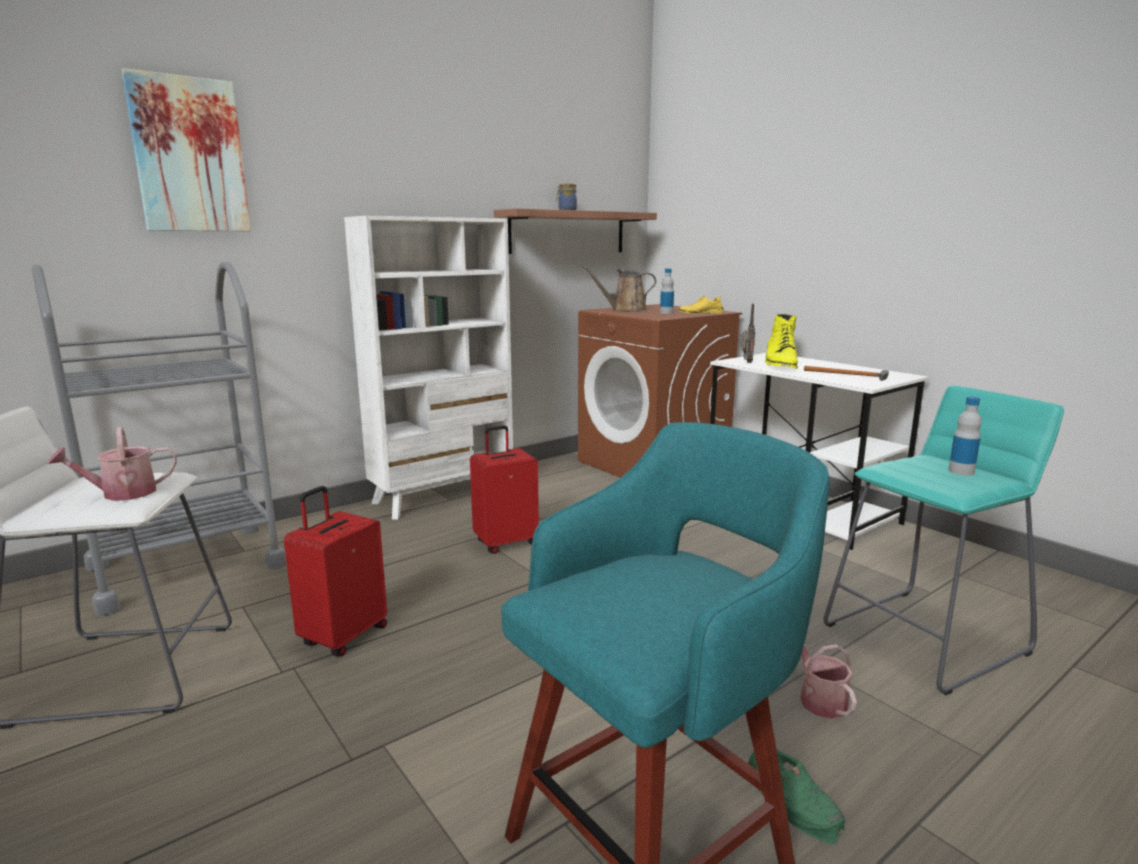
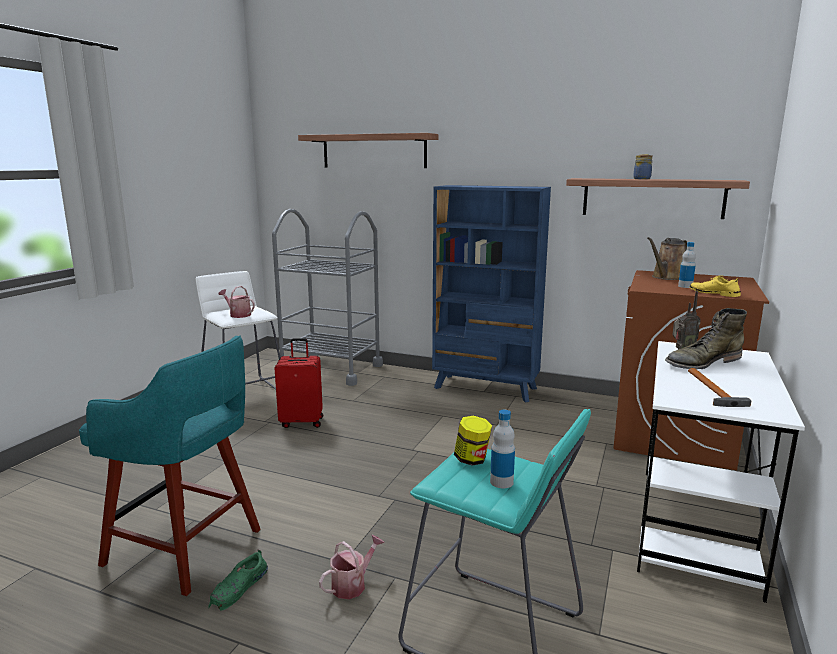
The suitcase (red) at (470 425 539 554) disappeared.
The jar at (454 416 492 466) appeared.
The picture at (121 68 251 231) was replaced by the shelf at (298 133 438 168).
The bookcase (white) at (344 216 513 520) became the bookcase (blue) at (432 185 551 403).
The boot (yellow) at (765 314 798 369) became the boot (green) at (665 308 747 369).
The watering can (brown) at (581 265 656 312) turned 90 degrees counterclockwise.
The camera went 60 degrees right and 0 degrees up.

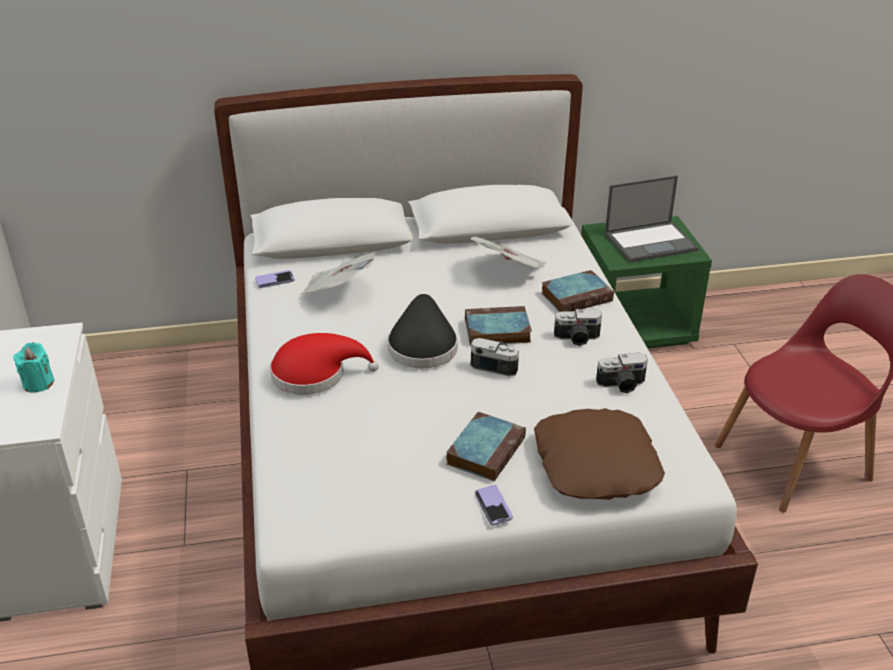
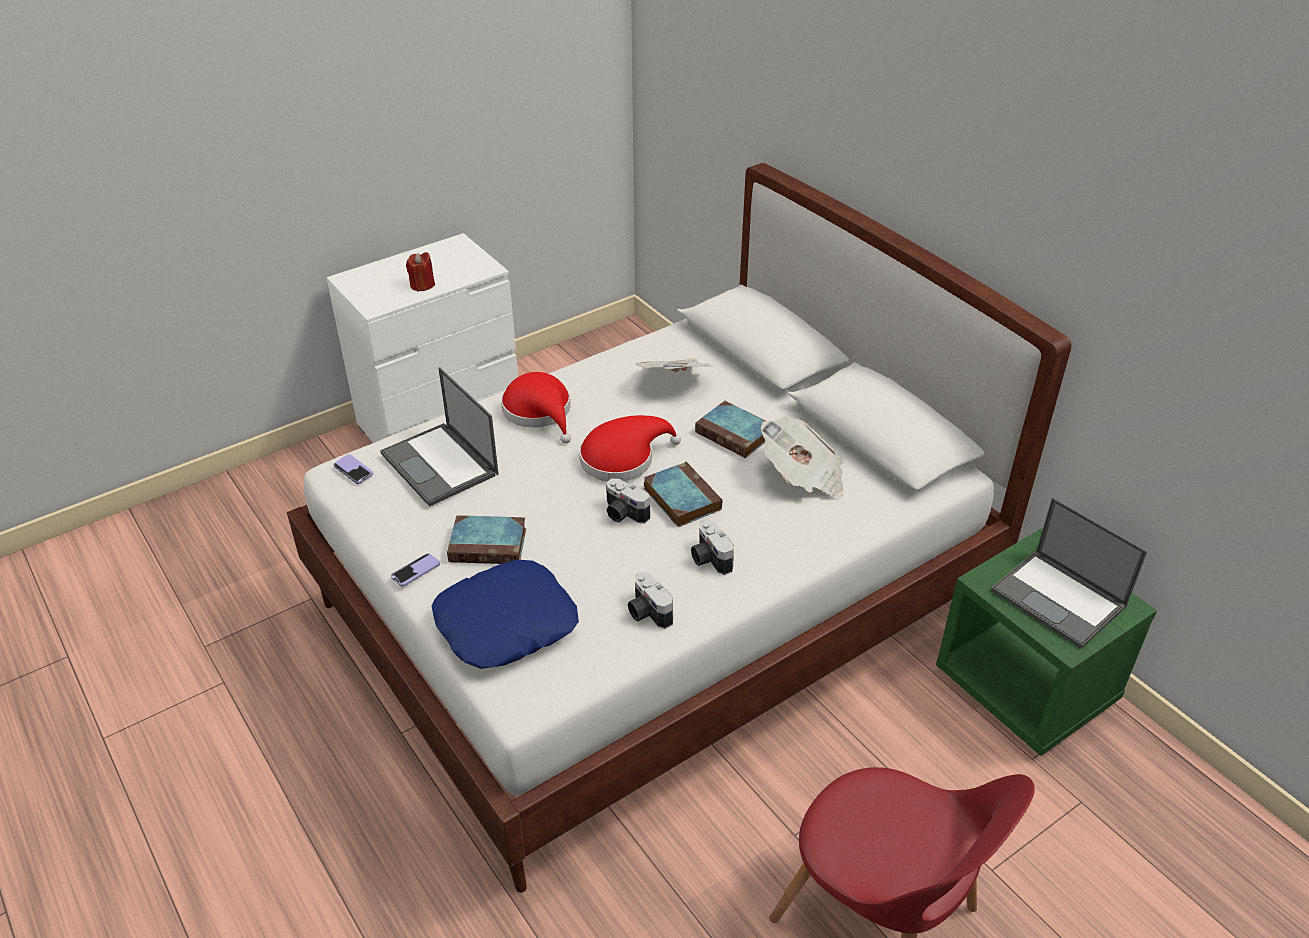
The laptop at (380 367 499 507) appeared.
The phone moved from (255 270 295 288) to (333 454 373 484).
The book moved from (541 270 614 312) to (695 401 765 458).
The candle (turquoise) at (13 342 54 393) became the candle (red) at (406 252 435 292).
The hat (black) at (388 294 458 368) became the hat (red) at (579 415 681 481).
The pillow (brown) at (534 408 665 500) became the pillow (blue) at (432 560 579 669).
The photo camera at (471 338 519 376) turned 135 degrees clockwise.
The camera went 65 degrees right and 5 degrees up.

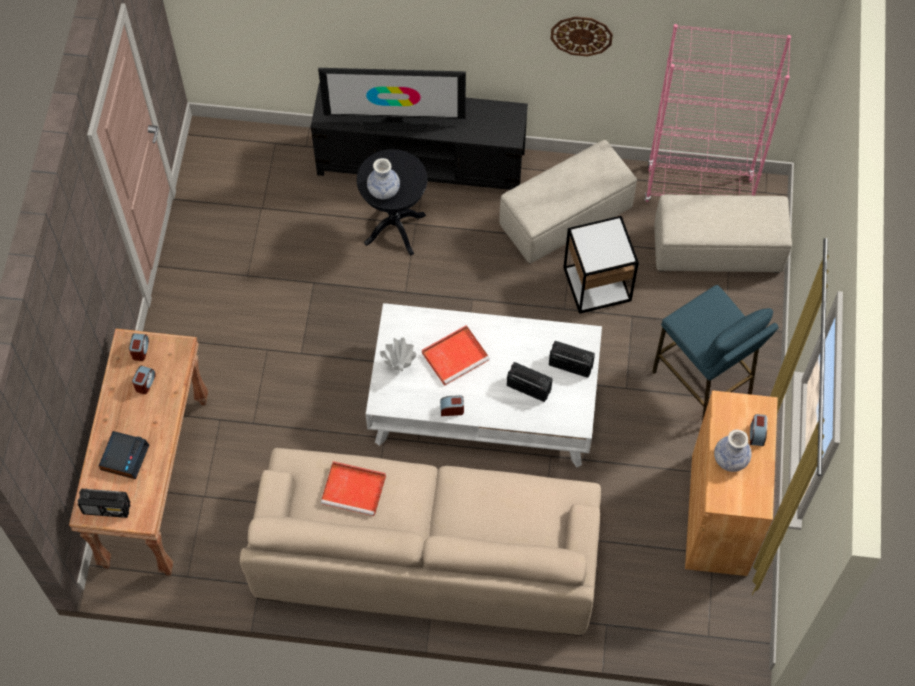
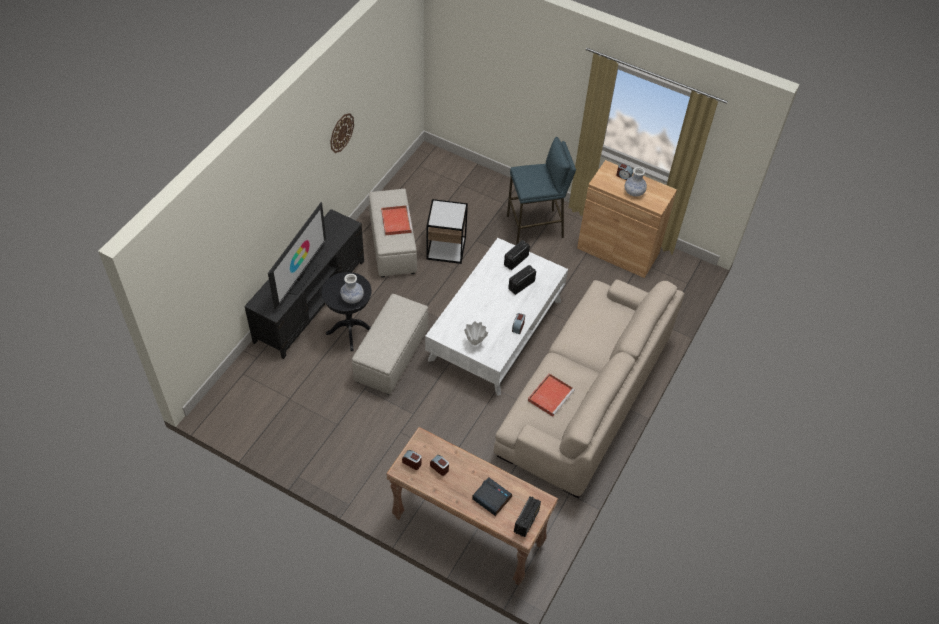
The bookcase (pink) at (644 24 791 202) disappeared.
The tray (red) moved from (422 325 490 386) to (381 205 413 235).
The ottoman (beige) moved from (654 195 792 273) to (352 294 428 395).
The camera went 70 degrees left and 10 degrees down.

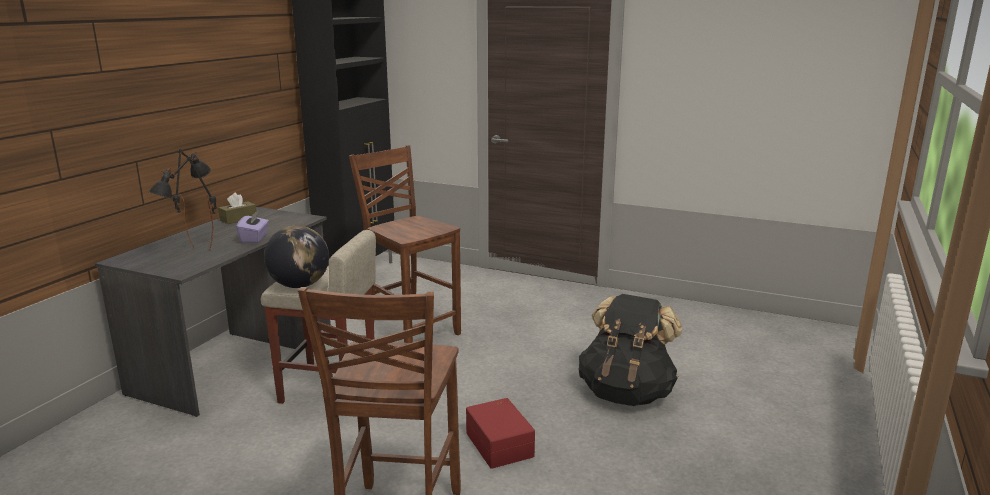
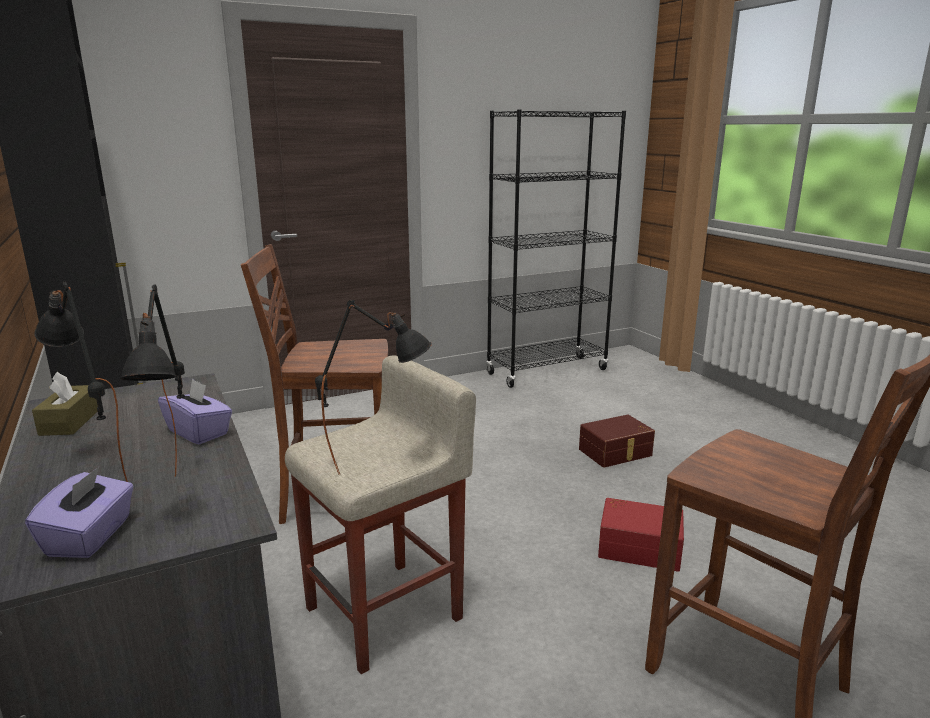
The tissue box (purple) at (25 467 134 558) appeared.
The bookcase (black) at (486 109 626 388) appeared.
The globe at (264 225 329 288) was replaced by the table lamp (black) at (315 300 432 474).
The backpack (black) at (578 294 682 406) was replaced by the storage box (brown) at (579 415 655 468).
The camera went 50 degrees left and 0 degrees up.

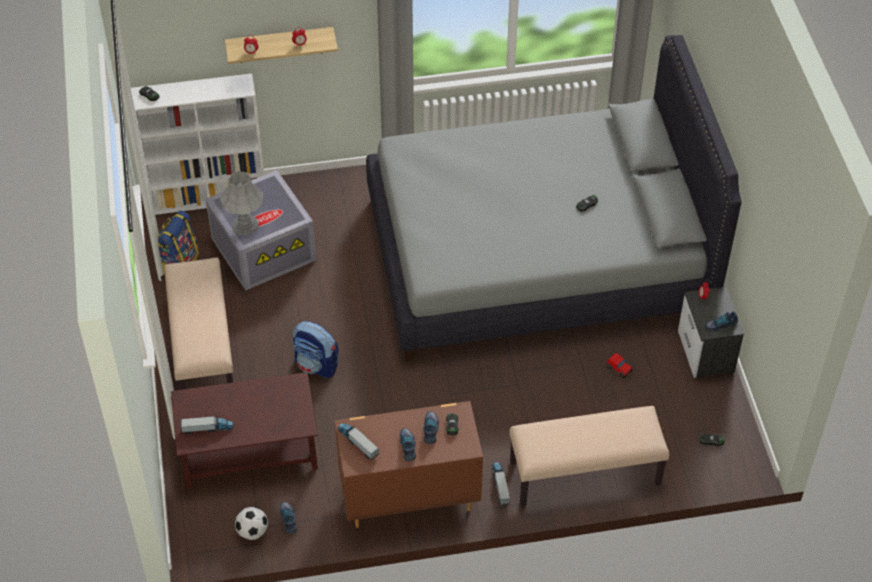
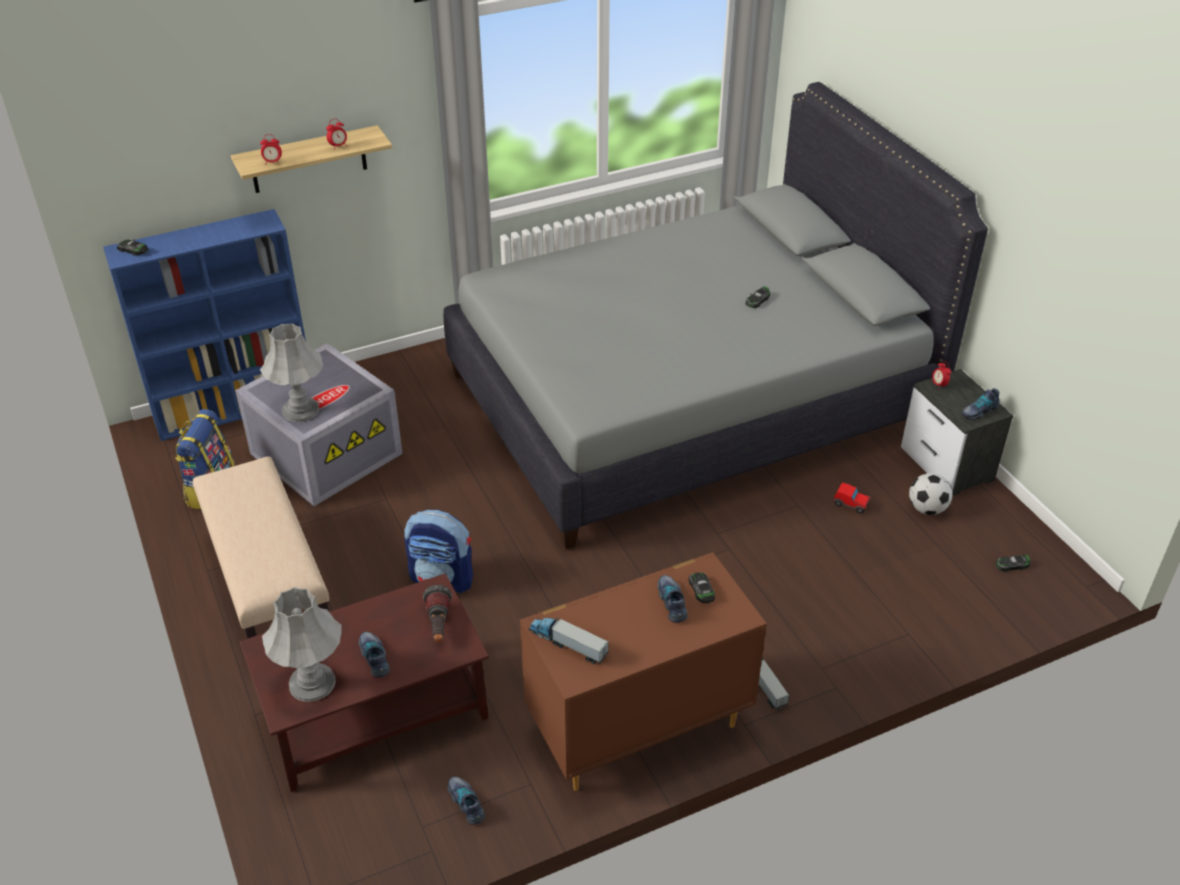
The bench (beige) at (509 406 669 506) disappeared.
The flashlight at (423 585 452 642) appeared.
The football moved from (235 507 268 540) to (909 473 953 515).
The shoe moved from (400 428 416 461) to (359 632 390 678).
The toy truck at (181 416 234 434) was replaced by the table lamp (grey) at (262 587 342 702).
The bookcase (white) at (131 73 264 215) became the bookcase (blue) at (103 209 306 441).
The camera went 15 degrees left and 10 degrees down.

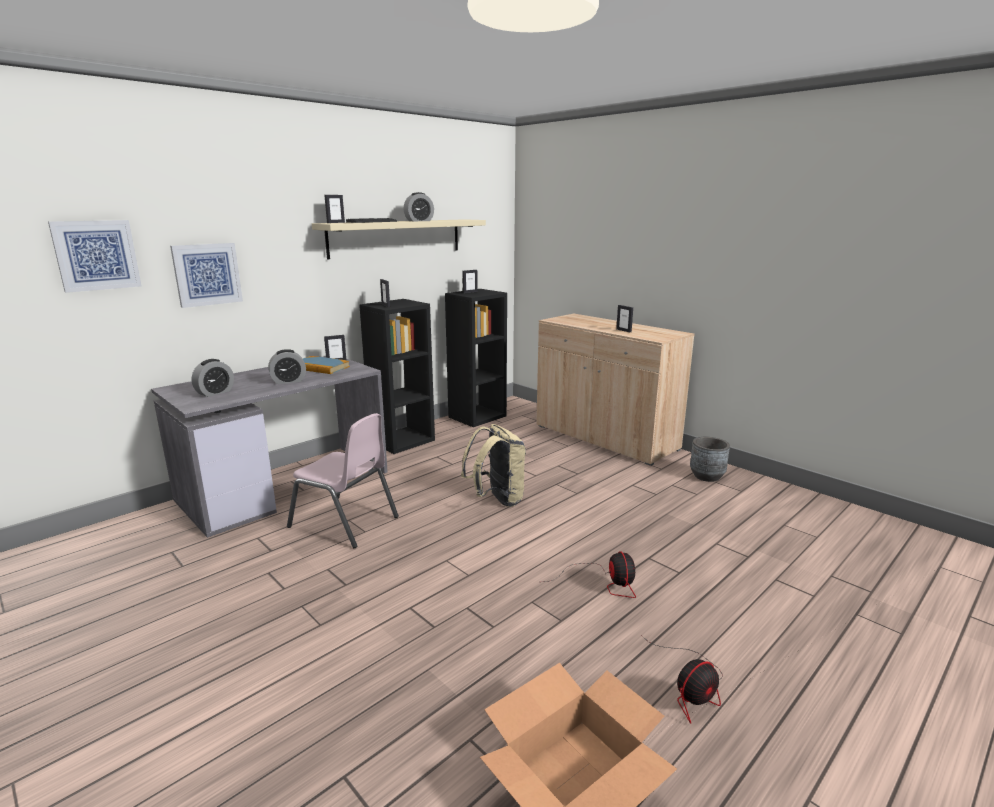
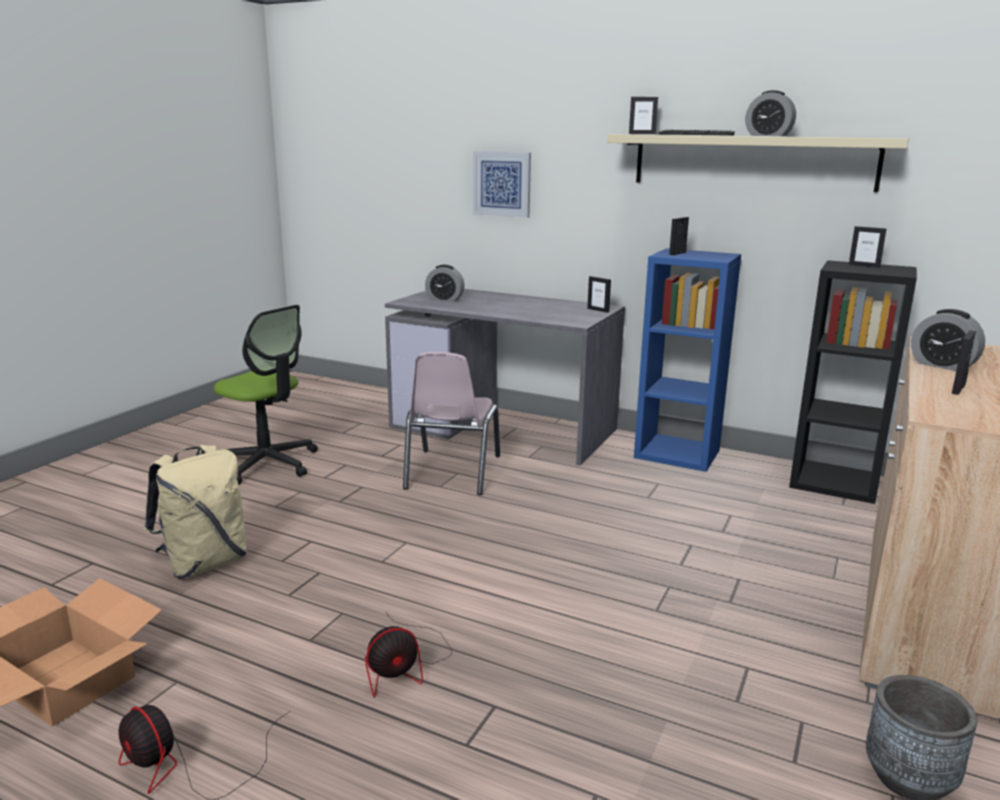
The picture at (48 220 141 293) disappeared.
The book at (303 356 350 374) disappeared.
The office chair at (214 305 318 485) appeared.
The alarm clock moved from (268 349 306 384) to (911 309 985 371).
The backpack (beige) moved from (461 424 526 507) to (144 445 247 579).
The bookcase (black) at (359 299 435 454) became the bookcase (blue) at (634 248 741 472).
The camera went 70 degrees right and 0 degrees up.

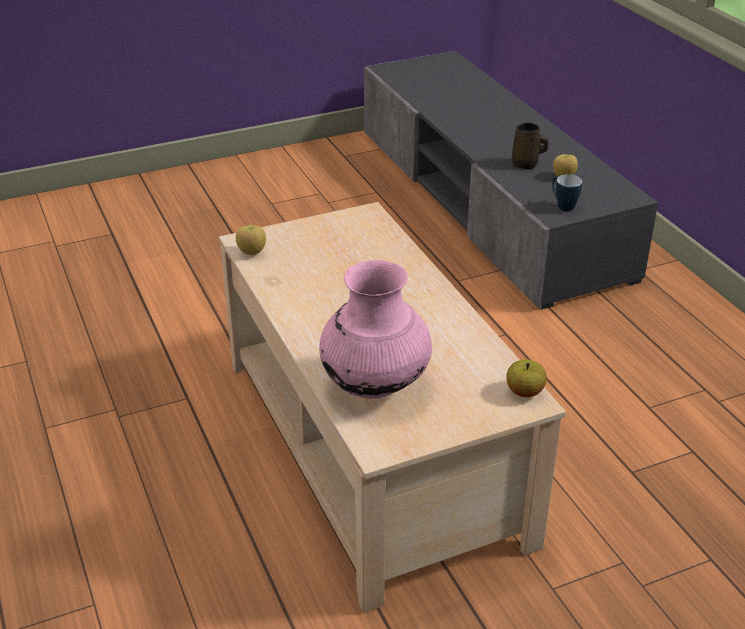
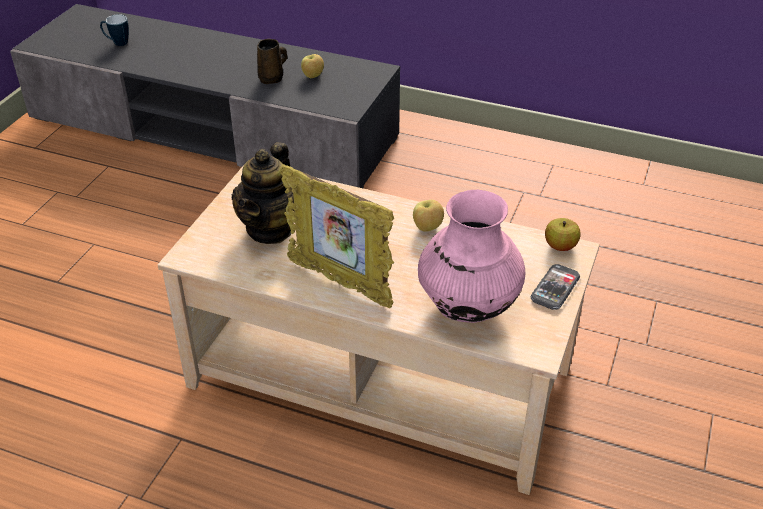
The teapot at (232 142 295 244) appeared.
The picture frame at (280 164 394 308) appeared.
The phone at (530 264 580 310) appeared.
The apple moved from (236 225 266 255) to (413 200 444 232).
The mug moved from (552 174 582 211) to (100 14 129 46).
The camera went 45 degrees left and 5 degrees up.

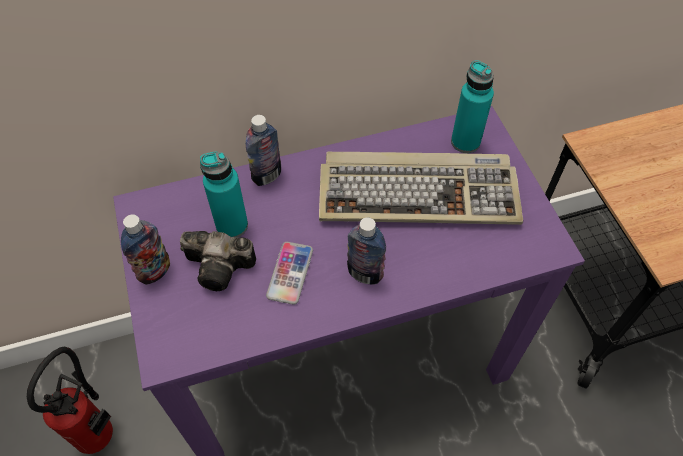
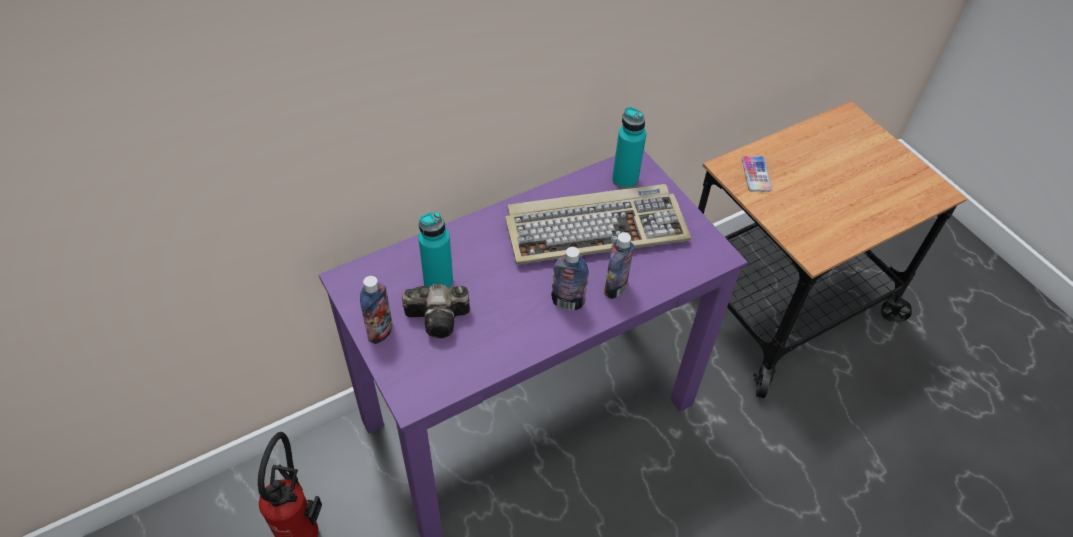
The bottle moved from (246 115 281 186) to (604 232 634 299).
The phone moved from (266 242 313 305) to (742 156 772 192).
The camera went 15 degrees left and 5 degrees down.

